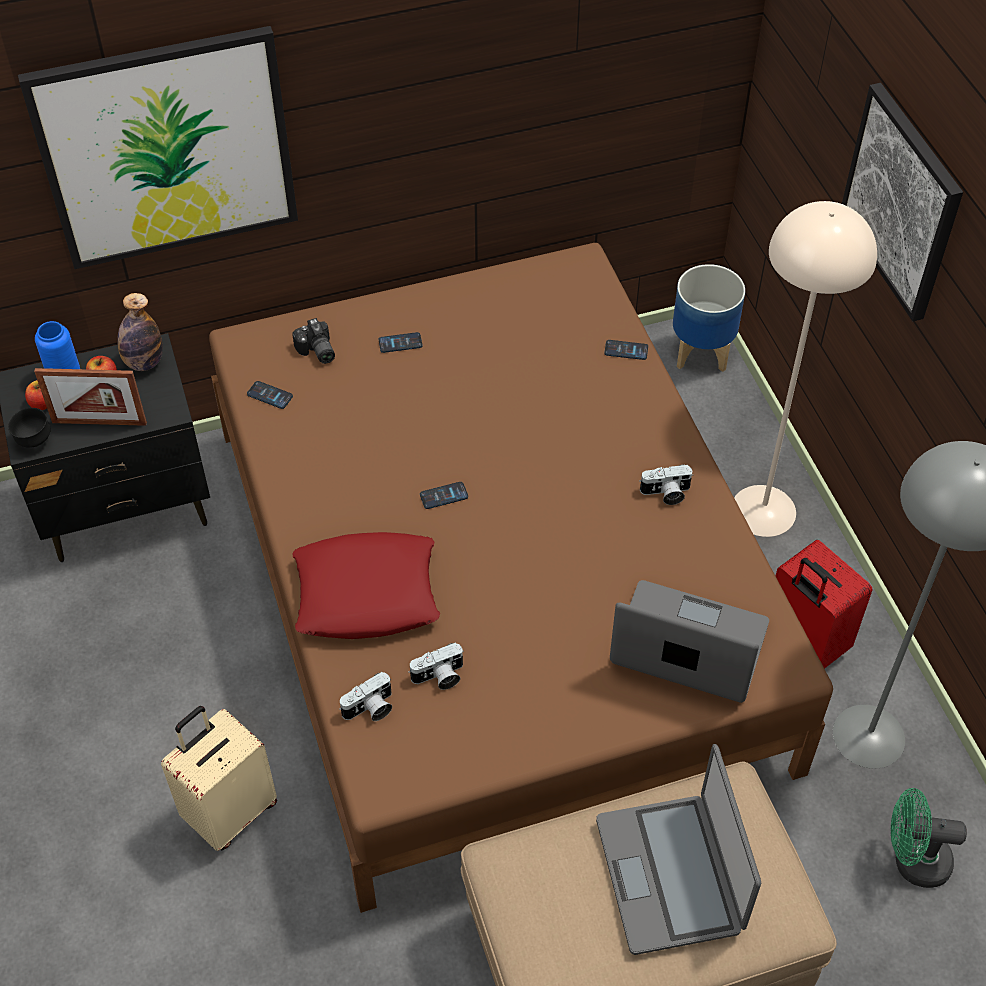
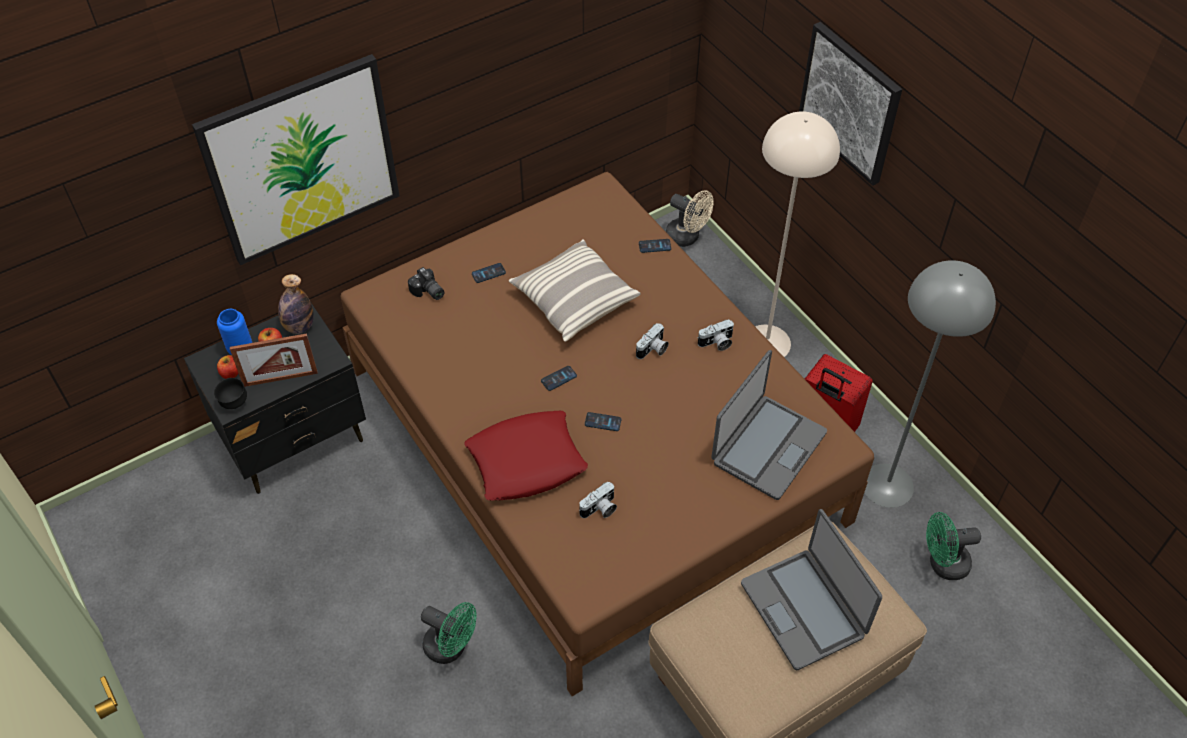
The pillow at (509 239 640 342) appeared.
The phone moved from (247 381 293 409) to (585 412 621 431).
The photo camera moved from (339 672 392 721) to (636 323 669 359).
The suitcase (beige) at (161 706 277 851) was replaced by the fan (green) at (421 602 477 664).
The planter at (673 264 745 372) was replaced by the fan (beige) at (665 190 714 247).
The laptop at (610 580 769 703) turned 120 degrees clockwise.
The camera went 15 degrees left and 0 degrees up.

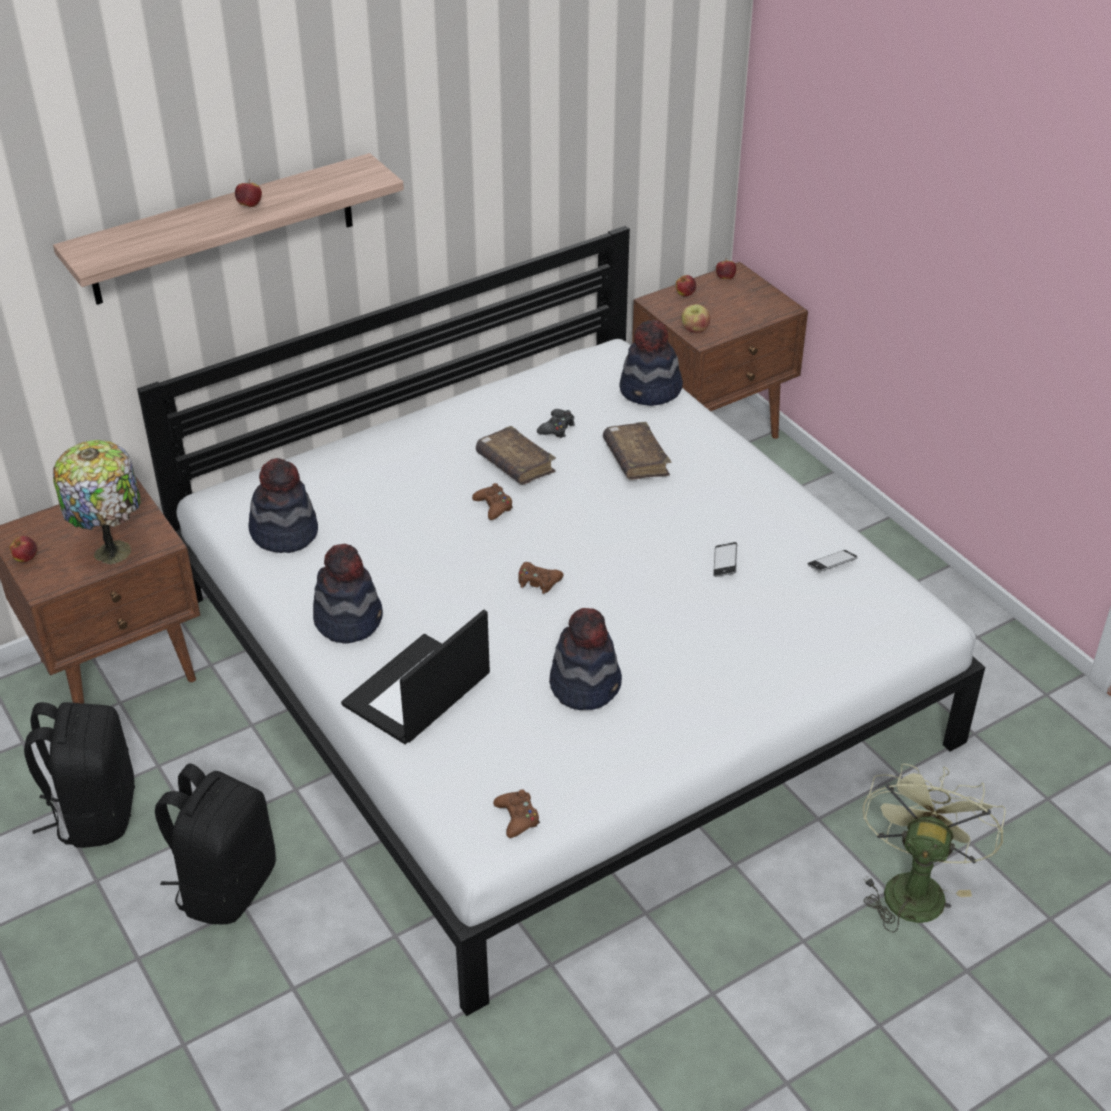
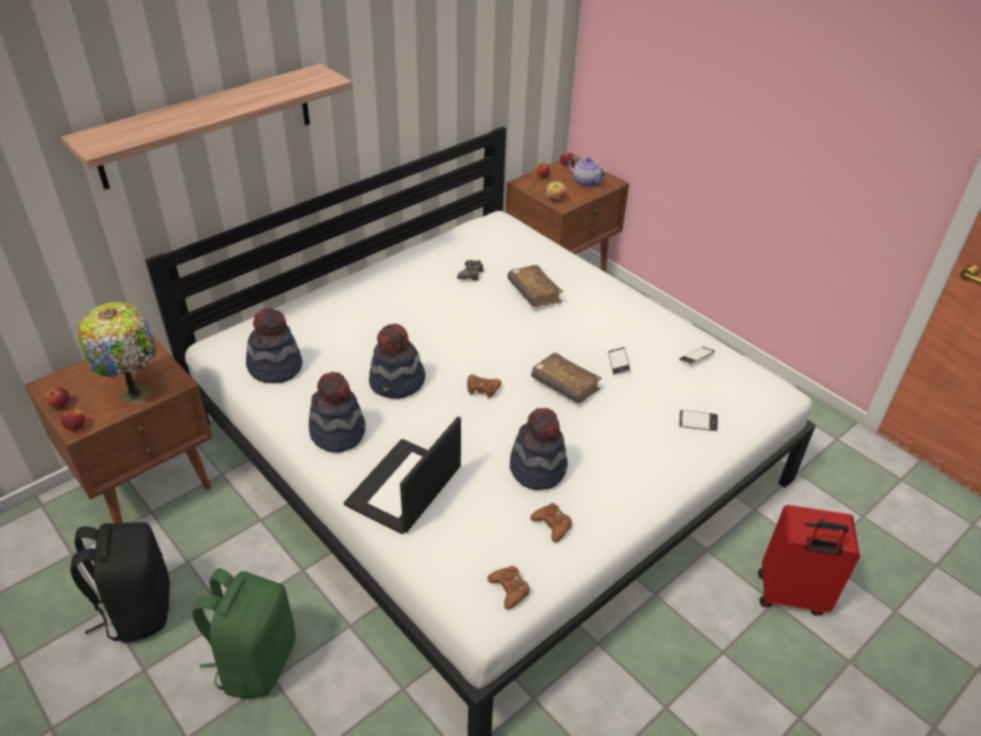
The teapot at (568 156 607 187) appeared.
The phone at (679 410 718 431) appeared.
The apple moved from (235 179 262 207) to (61 408 85 430).
The game controller (brown) moved from (472 483 513 520) to (530 503 572 543).
The book (brown) moved from (476 426 556 485) to (531 352 602 404).
The hat moved from (620 320 683 406) to (369 324 425 399).
The fan (green) at (862 763 1006 933) was replaced by the suitcase (red) at (758 505 860 616).
The backpack (black) at (155 763 276 924) became the backpack (green) at (192 568 296 699).
The camera went 10 degrees left and 0 degrees up.

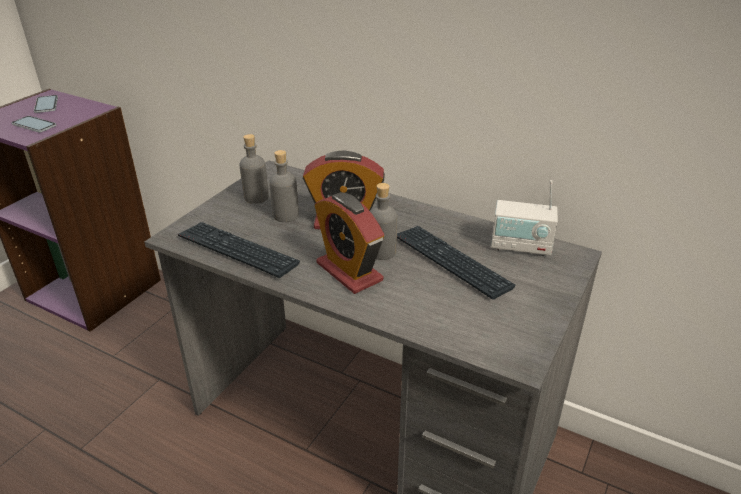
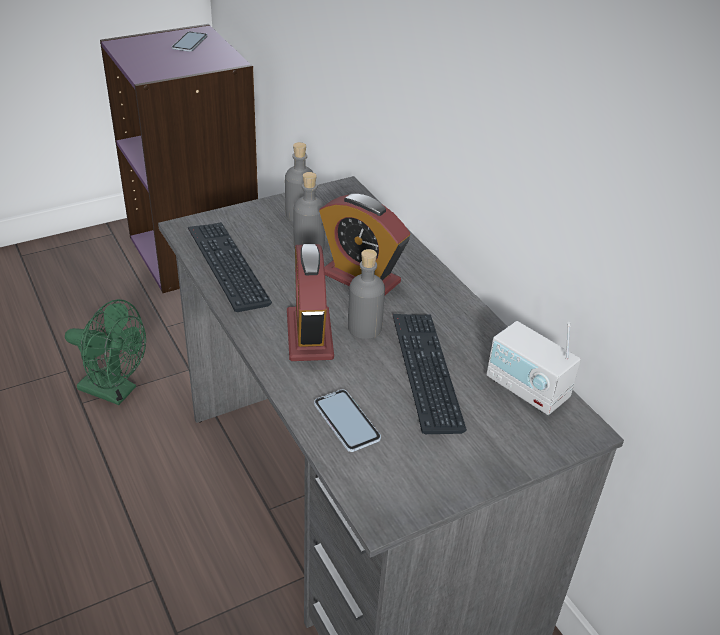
The fan (green) at (65 299 146 405) appeared.
The phone moved from (12 116 56 132) to (314 389 381 452).
The camera went 30 degrees right and 5 degrees up.

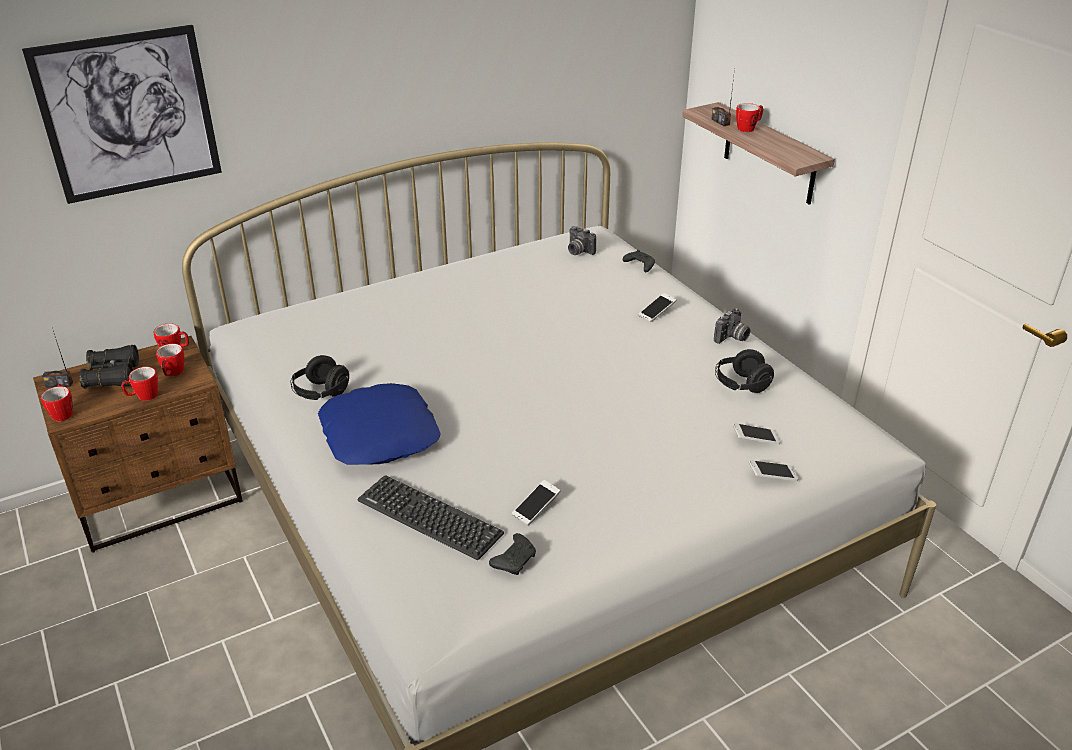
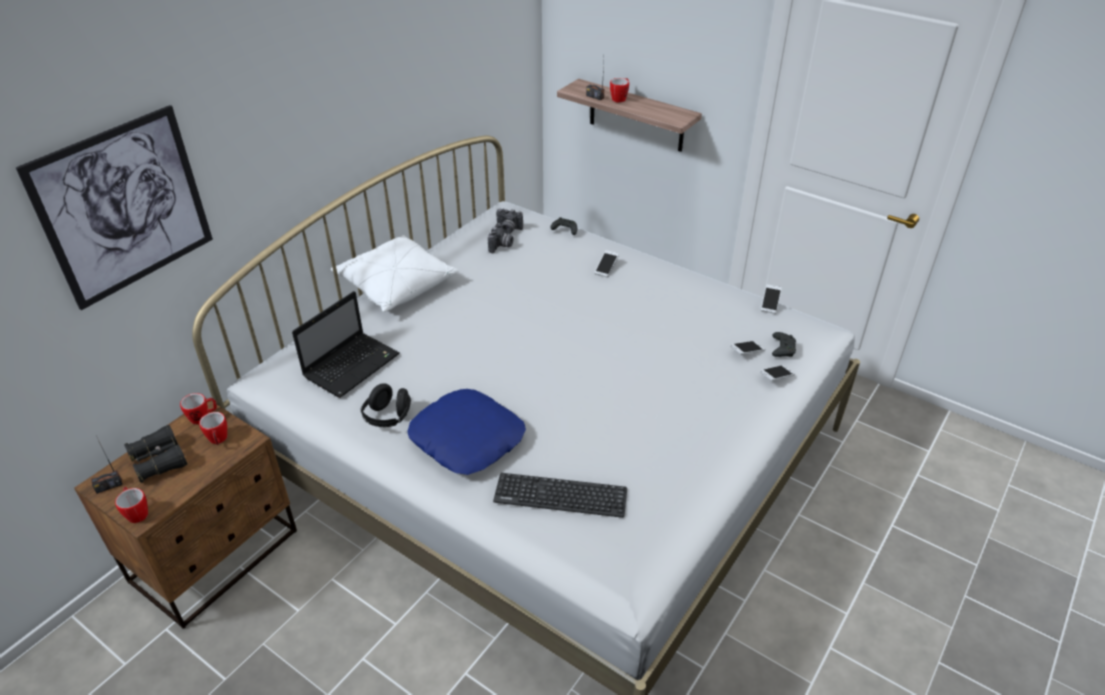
The mug at (121 367 158 401) disappeared.
The headphones (black) at (715 349 774 393) disappeared.
The laptop at (292 291 400 398) appeared.
The pillow (white) at (331 235 458 312) appeared.
The game controller (black) moved from (489 533 536 575) to (772 332 796 357).
The phone moved from (512 480 560 525) to (761 284 782 314).
The photo camera moved from (714 308 751 344) to (488 223 514 253).
The camera went 25 degrees left and 5 degrees up.

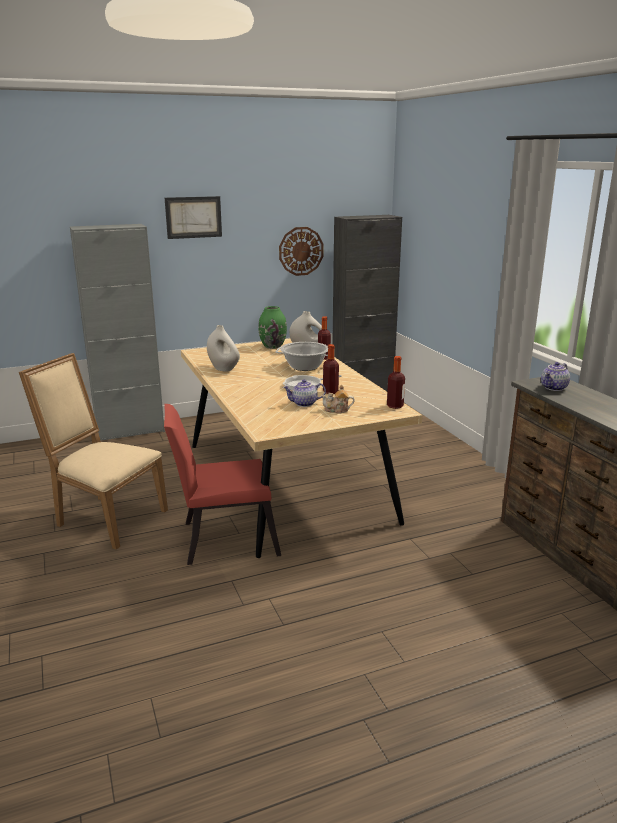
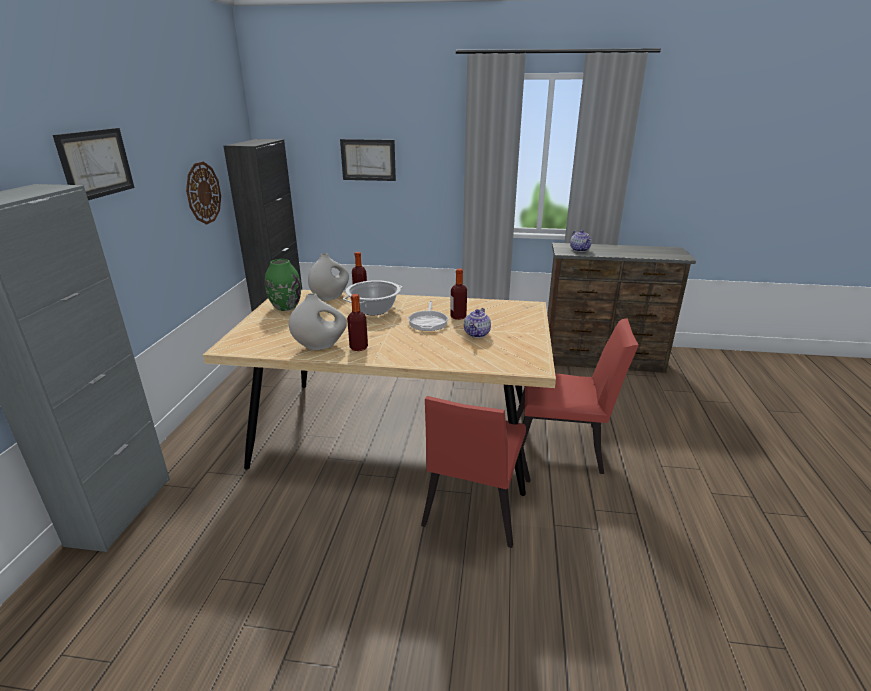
The chair (beige) at (19 353 168 550) disappeared.
The teapot at (321 385 355 414) disappeared.
The picture at (340 139 396 181) appeared.
The chair (red) at (517 318 639 474) appeared.
The bottle moved from (387 356 405 409) to (347 294 368 351).
The camera went 60 degrees left and 5 degrees up.

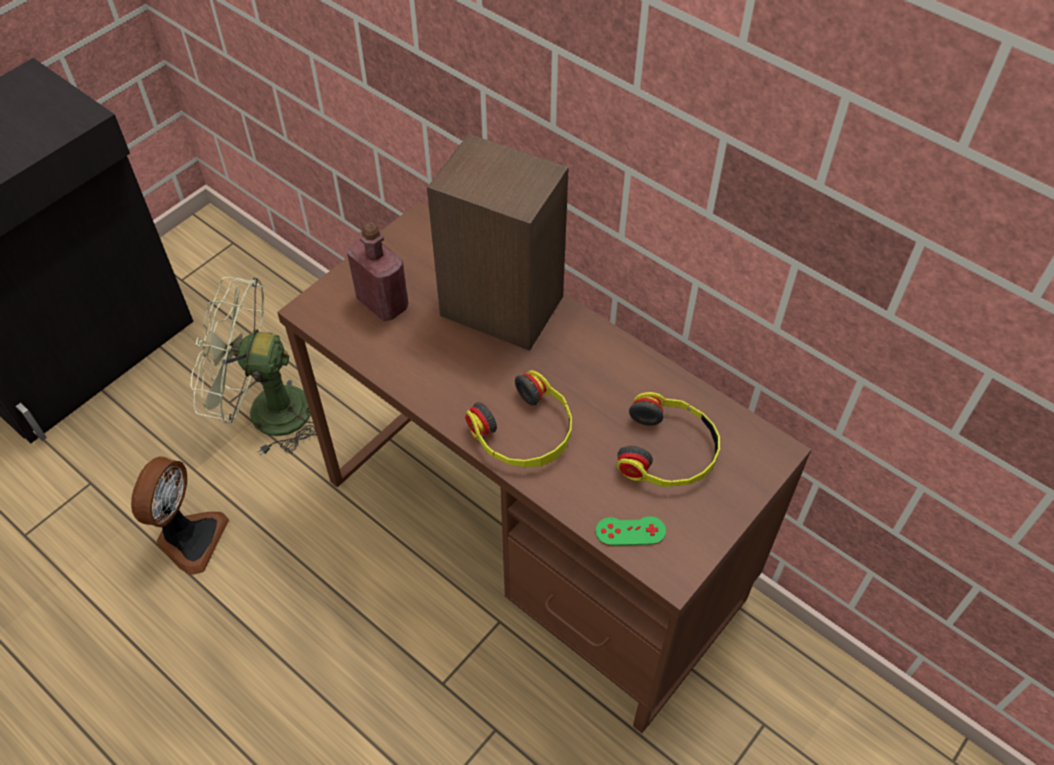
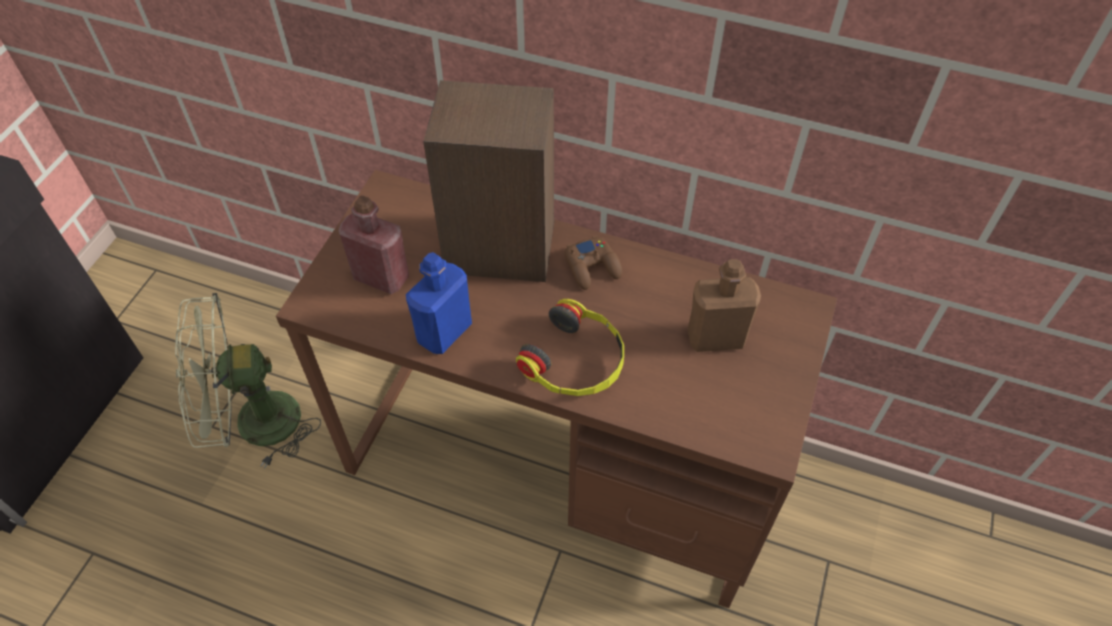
The fan at (131 457 229 575) disappeared.
The game controller (green) at (596 516 666 546) disappeared.
The bottle (blue) at (406 252 472 354) appeared.
The game controller (brown) at (564 236 622 290) appeared.
The headphones at (617 392 720 487) was replaced by the bottle (brown) at (687 259 761 352).
The camera went 20 degrees left and 0 degrees up.

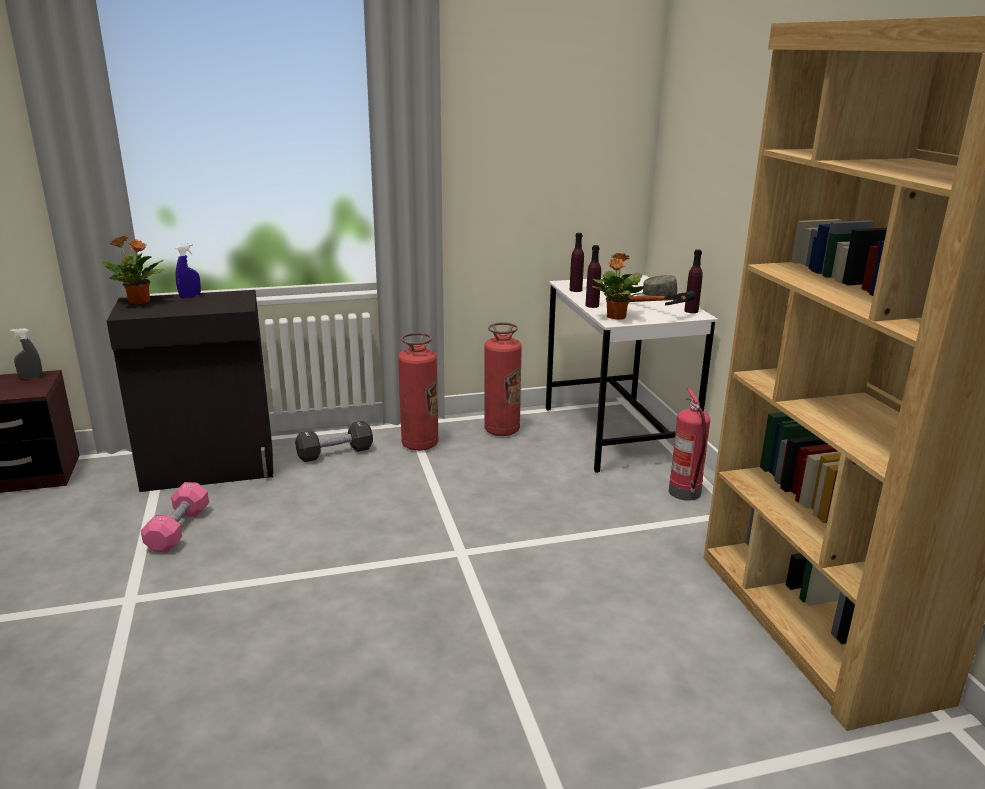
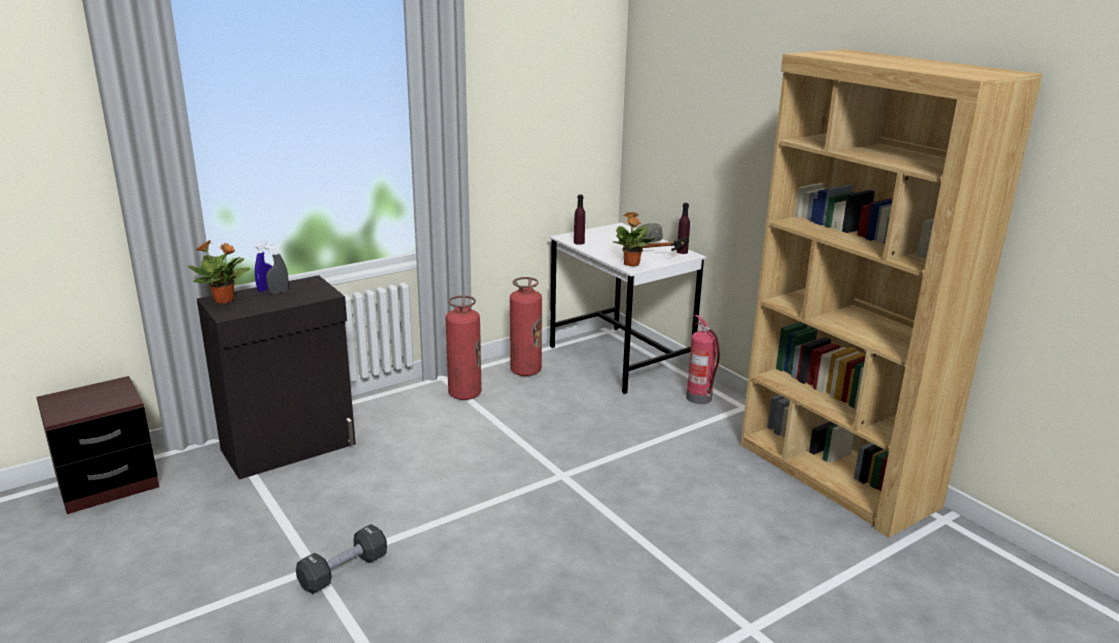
The dumbbell (pink) at (141 482 209 553) disappeared.
The bottle (purple) at (585 245 601 308) disappeared.
The spray bottle (grey) moved from (10 328 42 379) to (265 244 289 294).
The dumbbell (black) moved from (295 421 373 462) to (296 524 387 594).
The camera went 20 degrees left and 0 degrees up.

